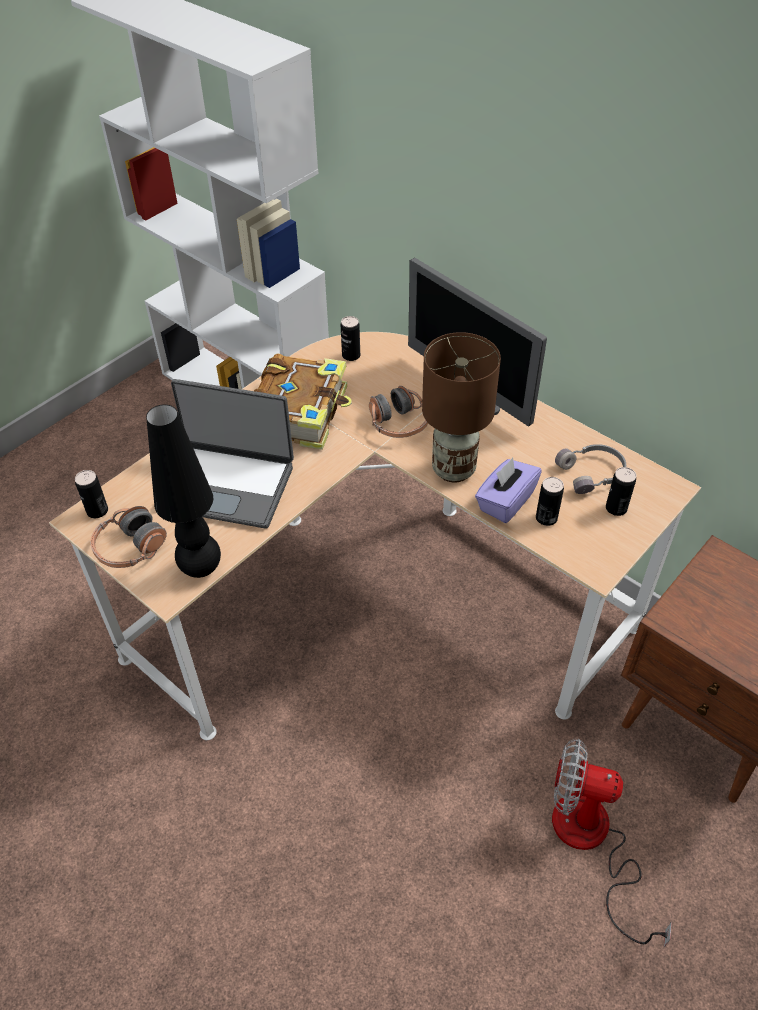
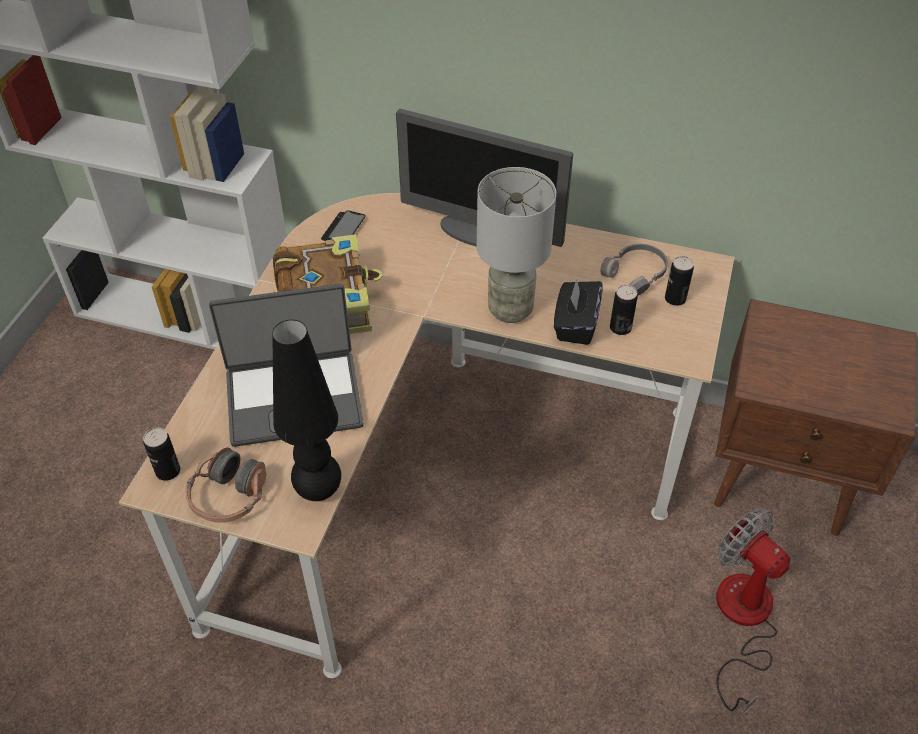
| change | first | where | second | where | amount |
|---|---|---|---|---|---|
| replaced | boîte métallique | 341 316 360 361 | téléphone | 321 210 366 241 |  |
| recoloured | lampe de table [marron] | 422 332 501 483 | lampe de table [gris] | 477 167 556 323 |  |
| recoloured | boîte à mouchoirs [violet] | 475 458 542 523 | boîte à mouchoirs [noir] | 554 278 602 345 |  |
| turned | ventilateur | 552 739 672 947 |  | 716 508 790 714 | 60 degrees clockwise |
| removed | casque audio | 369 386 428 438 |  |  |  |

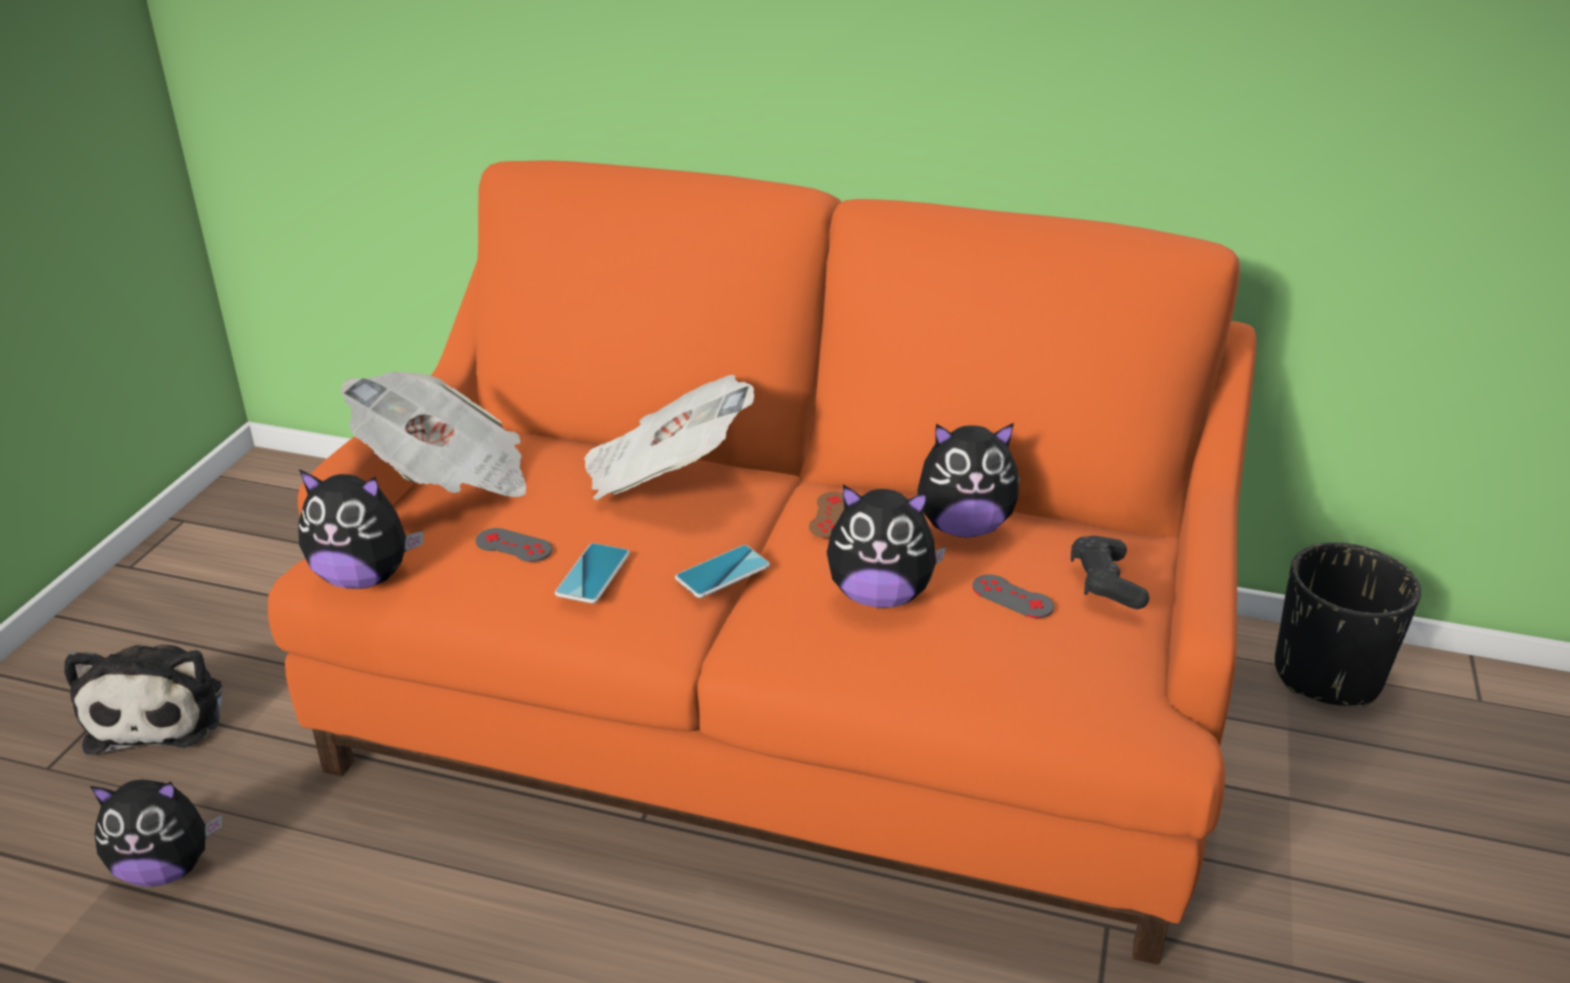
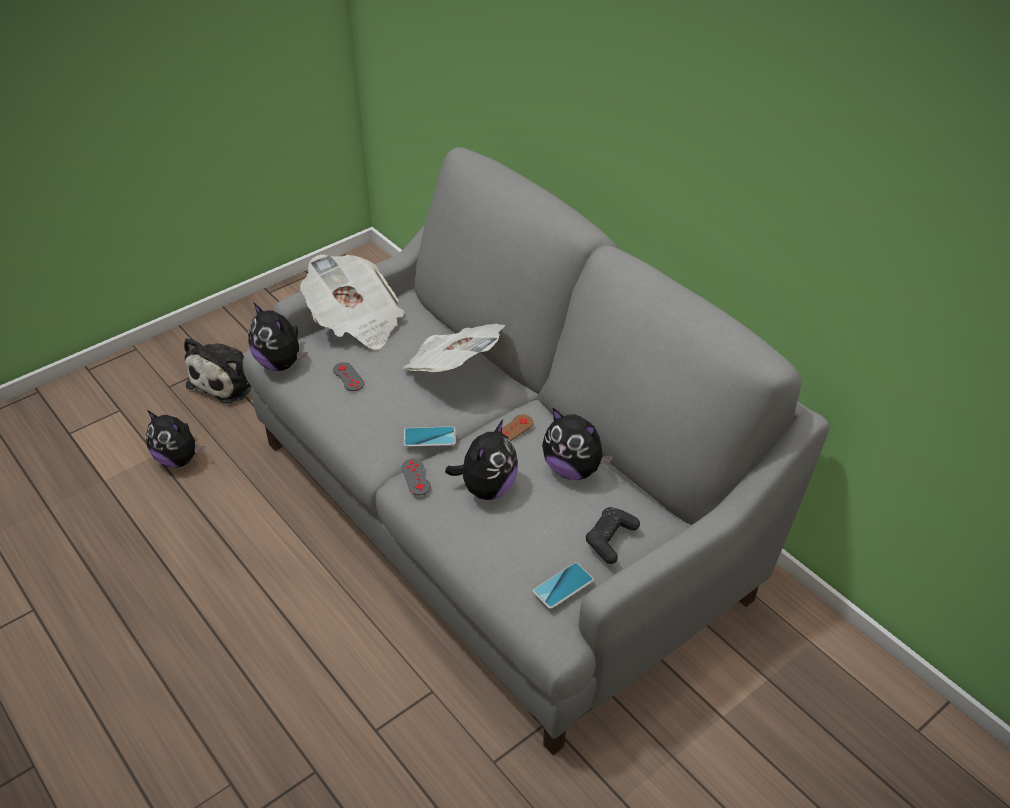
| change | first | where | second | where | amount |
|---|---|---|---|---|---|
| recoloured | canapé [orange] | 268 160 1257 965 | canapé [gris] | 243 147 829 755 |  |
| moved | manette [gris] | 972 574 1054 618 |  | 402 459 431 495 |  |
| turned | peluche | 827 485 947 608 |  | 445 420 518 500 | 105 degrees counterclockwise |
| moved | téléphone | 555 543 630 603 |  | 533 562 594 609 |  |
| removed | cache-pot [noir] | 1275 542 1421 706 |  |  |  |

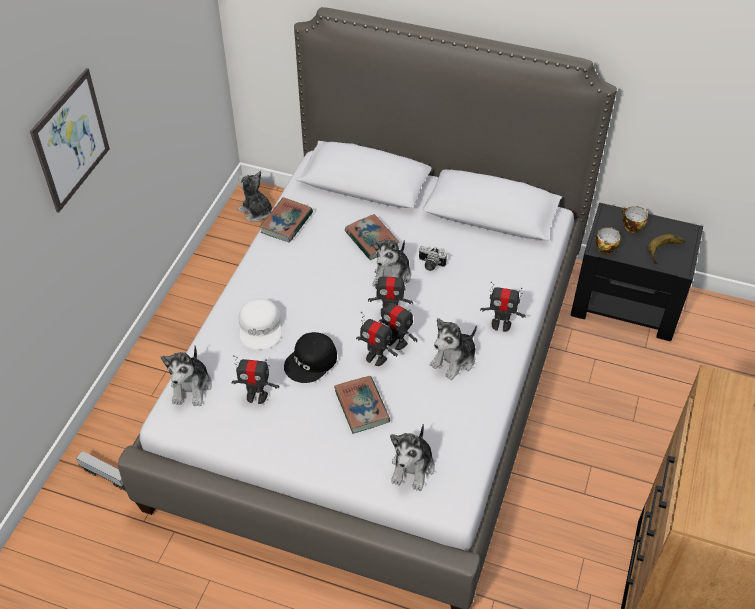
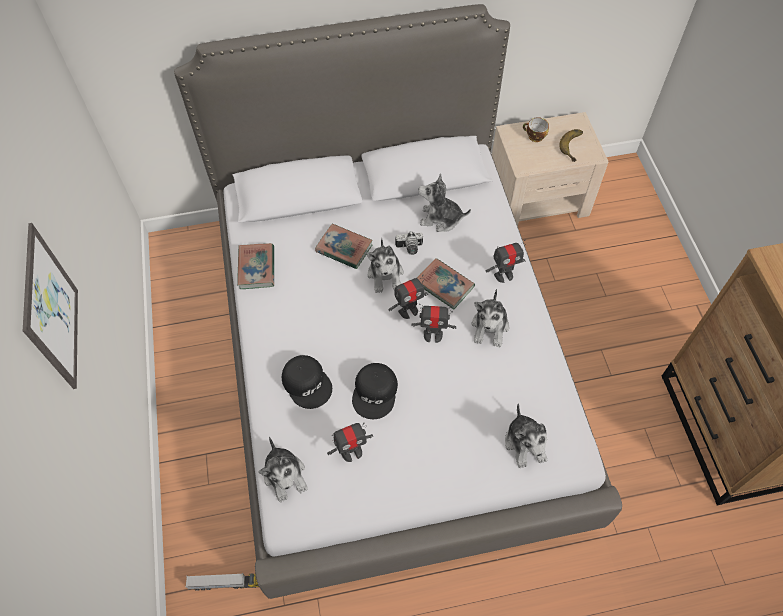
| change | first | where | second | where | amount |
|---|---|---|---|---|---|
| recoloured | casquette [blanc] | 239 299 281 349 | casquette [noir] | 282 355 332 409 |  |
| moved | livre | 334 376 390 434 |  | 417 258 475 309 |  |
| moved | peluche | 238 171 272 222 |  | 418 174 471 232 |  |
| recoloured | table de chevet [noir] | 571 203 703 341 | table de chevet [beige] | 492 112 608 226 |  |
| removed | robot jouet | 356 312 398 366 |  |  |  |
| removed | tasse | 595 227 621 255 |  |  |  |

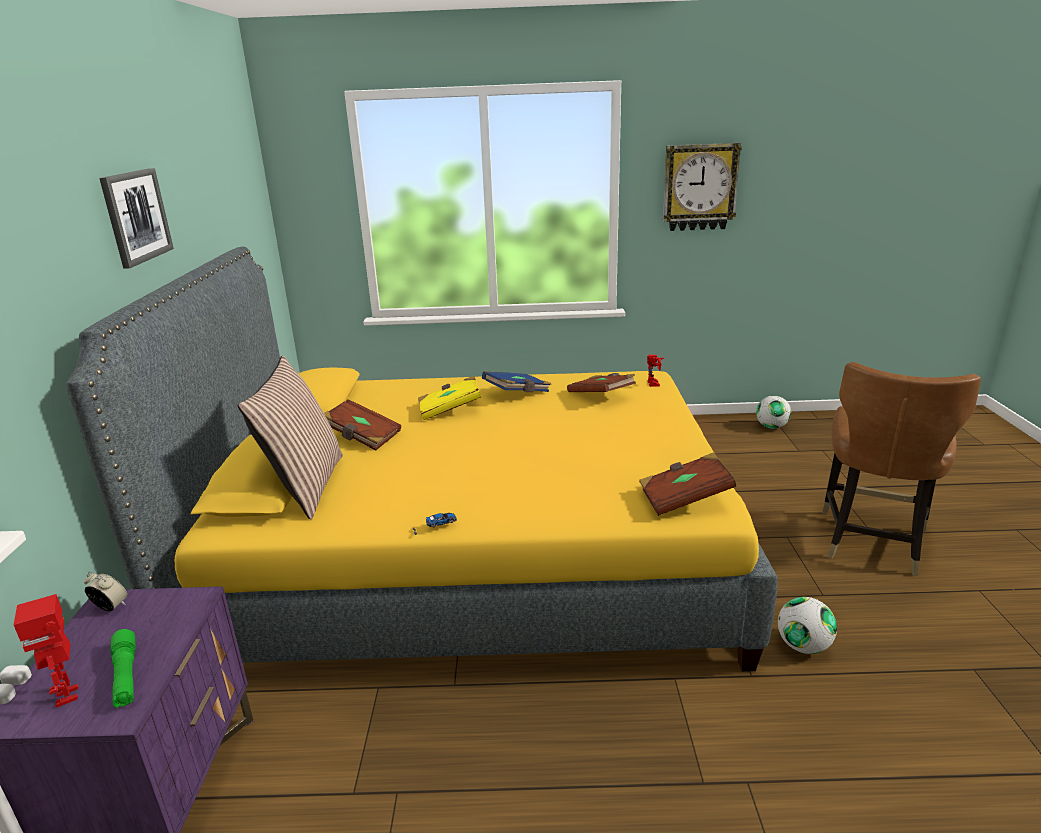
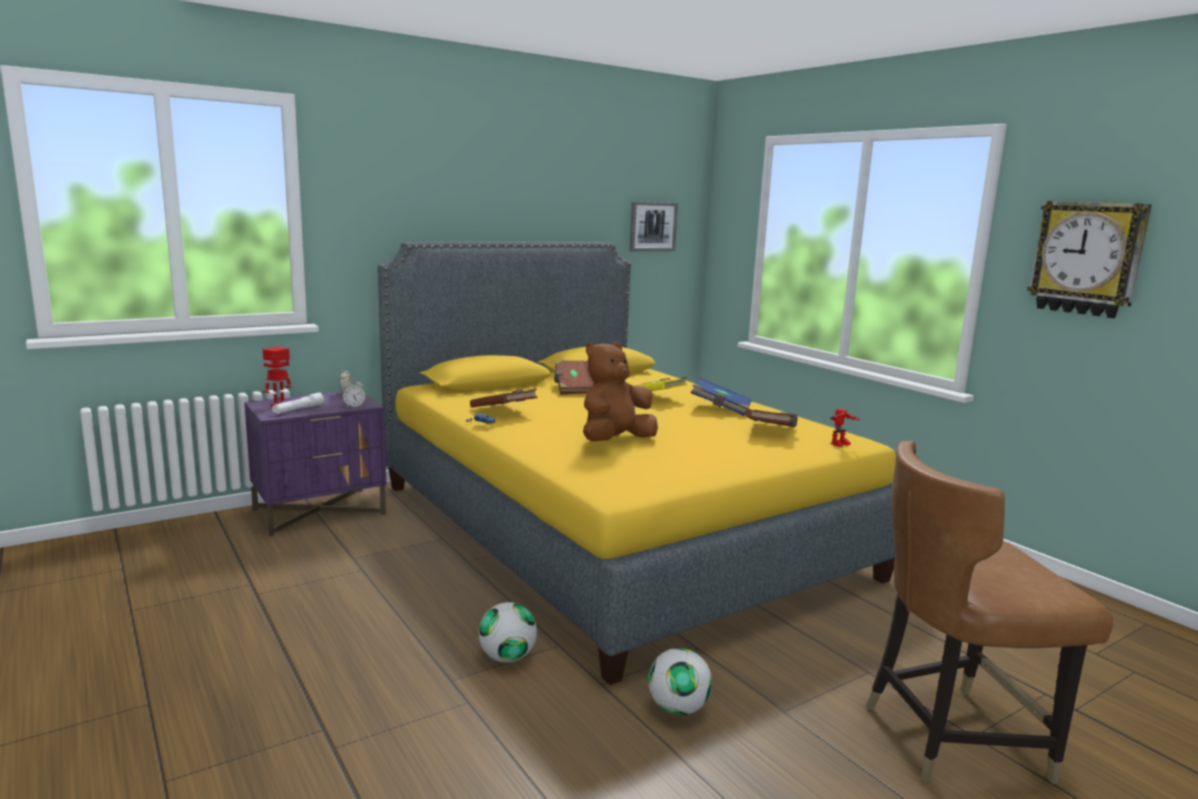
| change | first | where | second | where | amount |
|---|---|---|---|---|---|
| recoloured | lampe de poche [vert] | 111 629 136 708 | lampe de poche [blanc] | 272 393 324 414 |  |
| added |  |  | réveil | 342 378 366 407 |  |
| moved | livre [marron] | 639 452 736 516 |  | 470 388 537 407 |  |
| moved | ballon de foot | 756 396 791 429 |  | 479 602 537 663 |  |
| added |  |  | peluche [marron] | 583 342 658 441 |  |
| moved | tableau | 99 168 174 269 |  | 630 201 678 251 |  |
| removed | coussin | 238 355 343 520 |  |  |  |

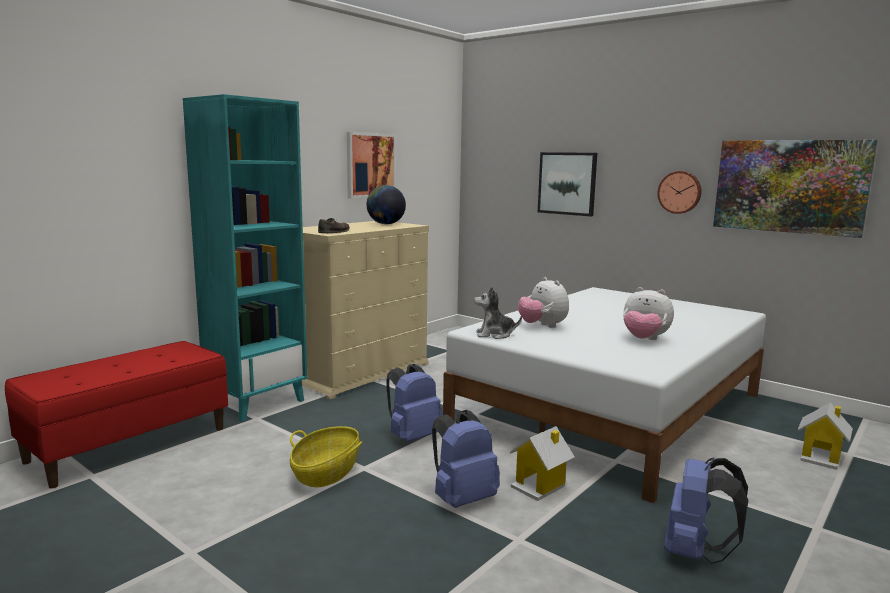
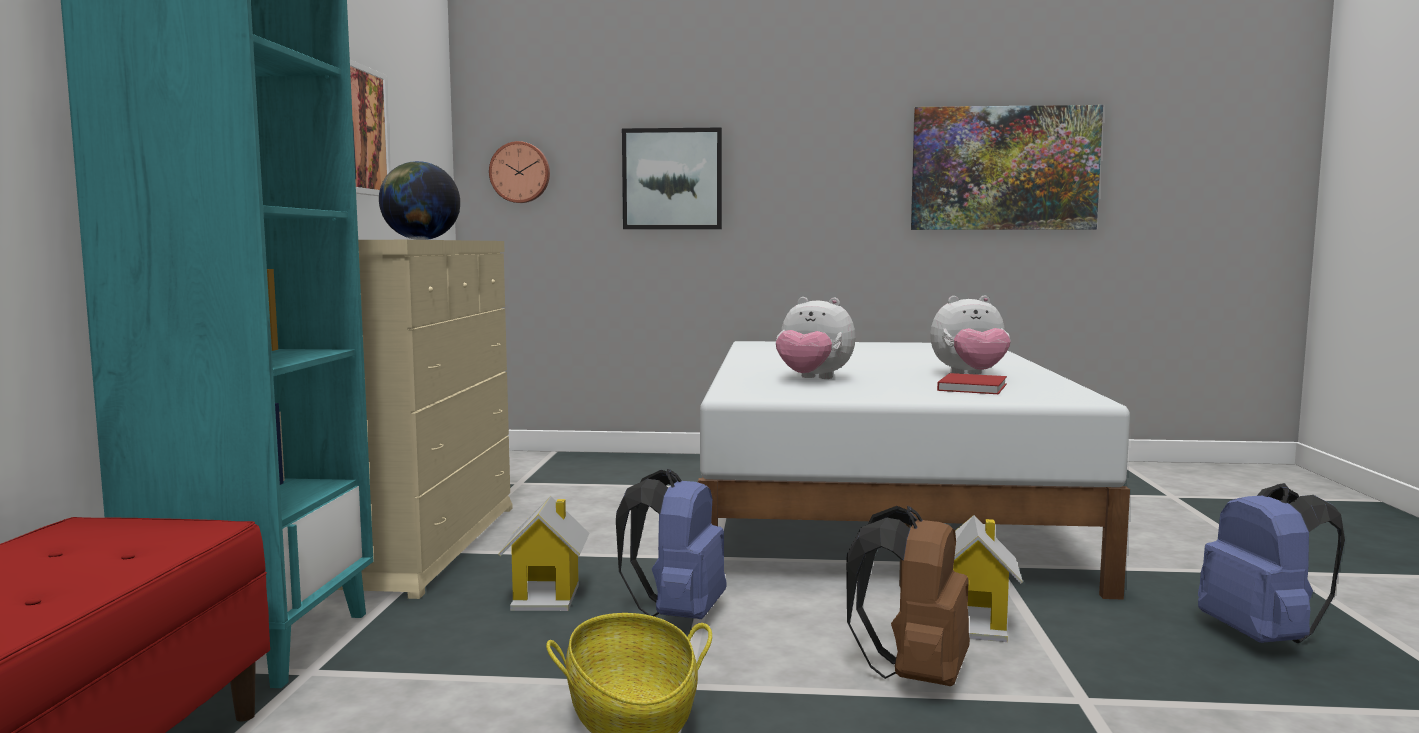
| change | first | where | second | where | amount |
|---|---|---|---|---|---|
| moved | horloge murale | 657 171 702 214 |  | 489 141 550 203 |  |
| moved | maison miniature | 798 403 853 470 |  | 499 496 590 611 |  |
| recoloured | sac à dos [bleu] | 432 410 500 508 | sac à dos [marron] | 846 506 970 686 |  |
| added |  |  | livre [rouge] | 937 373 1007 394 |  |
| removed | chaussure [marron] | 318 218 350 233 |  |  |  |
| removed | peluche | 474 286 522 339 |  |  |  |

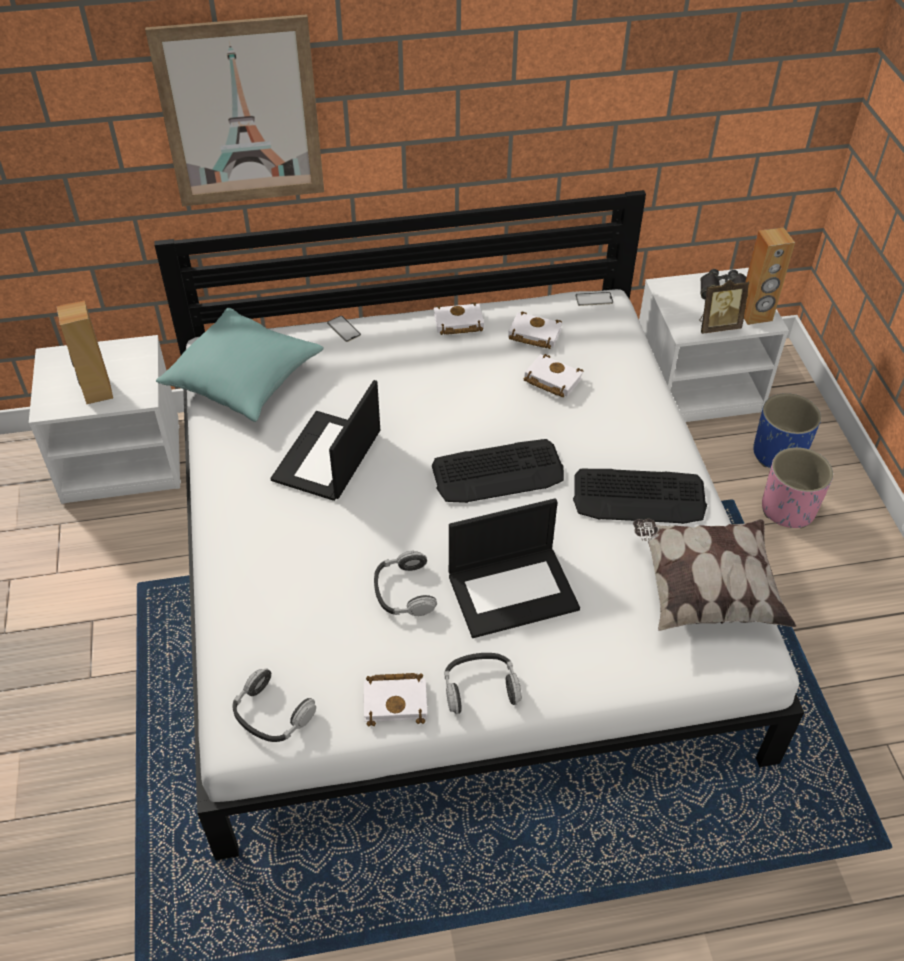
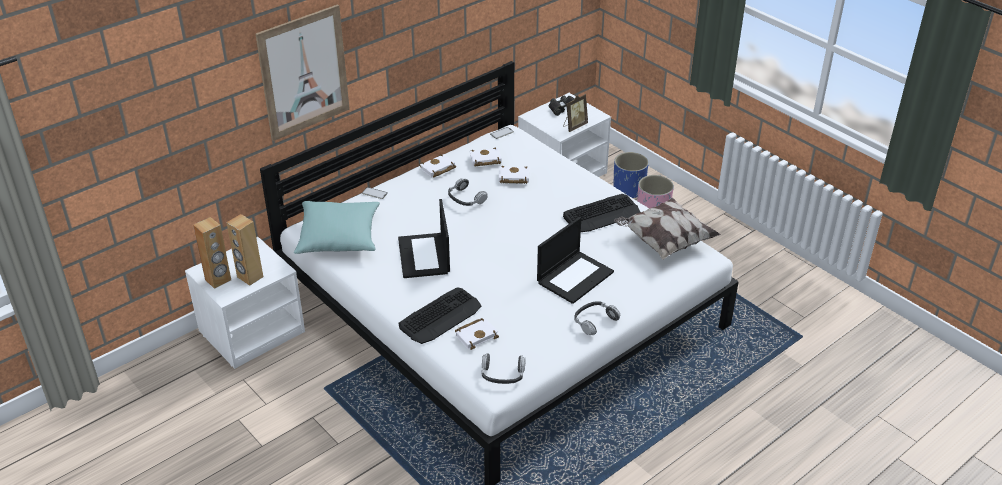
| change | first | where | second | where | amount |
|---|---|---|---|---|---|
| moved | enceinte [marron] | 744 227 795 325 |  | 193 217 231 289 |  |
| moved | clavier | 432 439 564 503 |  | 399 288 482 344 |  |
| moved | casque audio | 374 550 437 616 |  | 448 178 488 206 |  |
| moved | livre [blanc] | 364 673 427 726 |  | 455 318 499 350 |  |

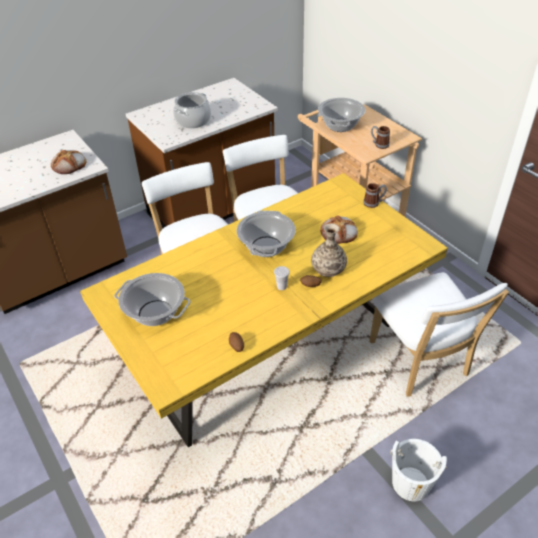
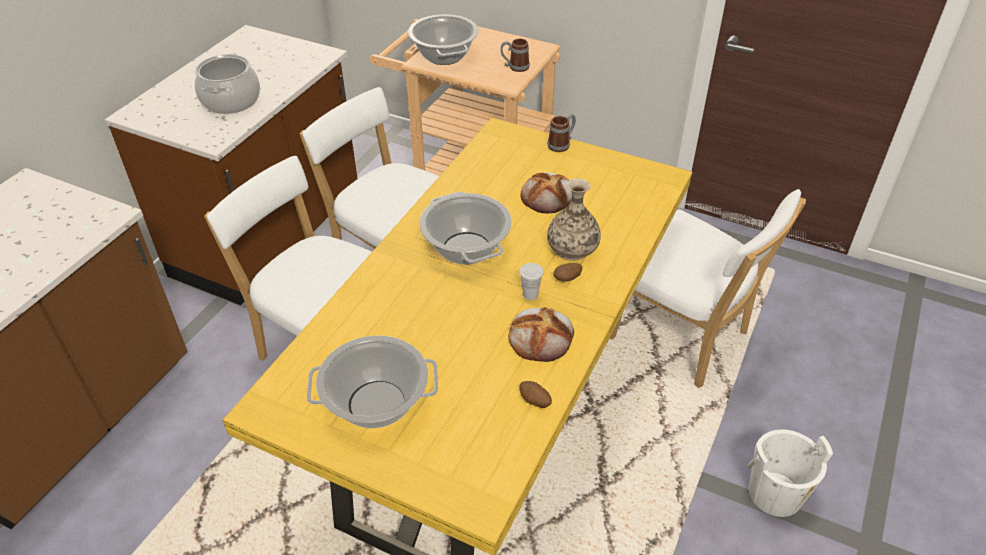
| change | first | where | second | where | amount |
|---|---|---|---|---|---|
| moved | pain | 51 150 86 174 |  | 508 307 574 362 |  |

